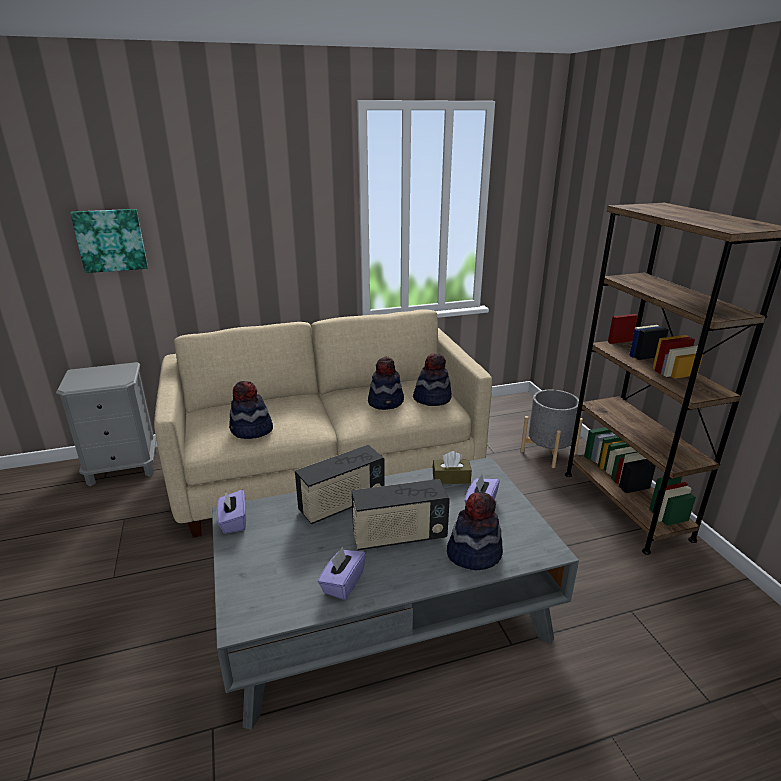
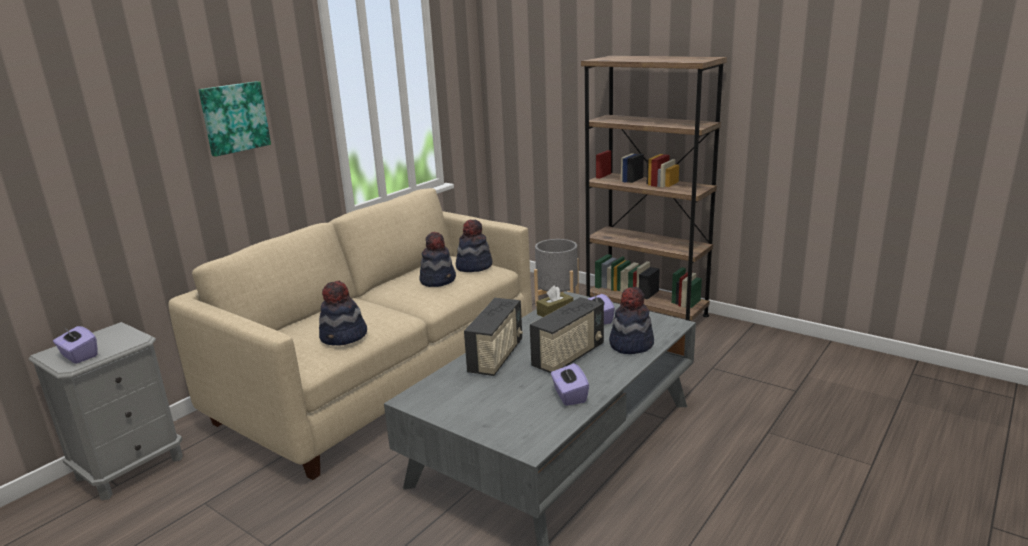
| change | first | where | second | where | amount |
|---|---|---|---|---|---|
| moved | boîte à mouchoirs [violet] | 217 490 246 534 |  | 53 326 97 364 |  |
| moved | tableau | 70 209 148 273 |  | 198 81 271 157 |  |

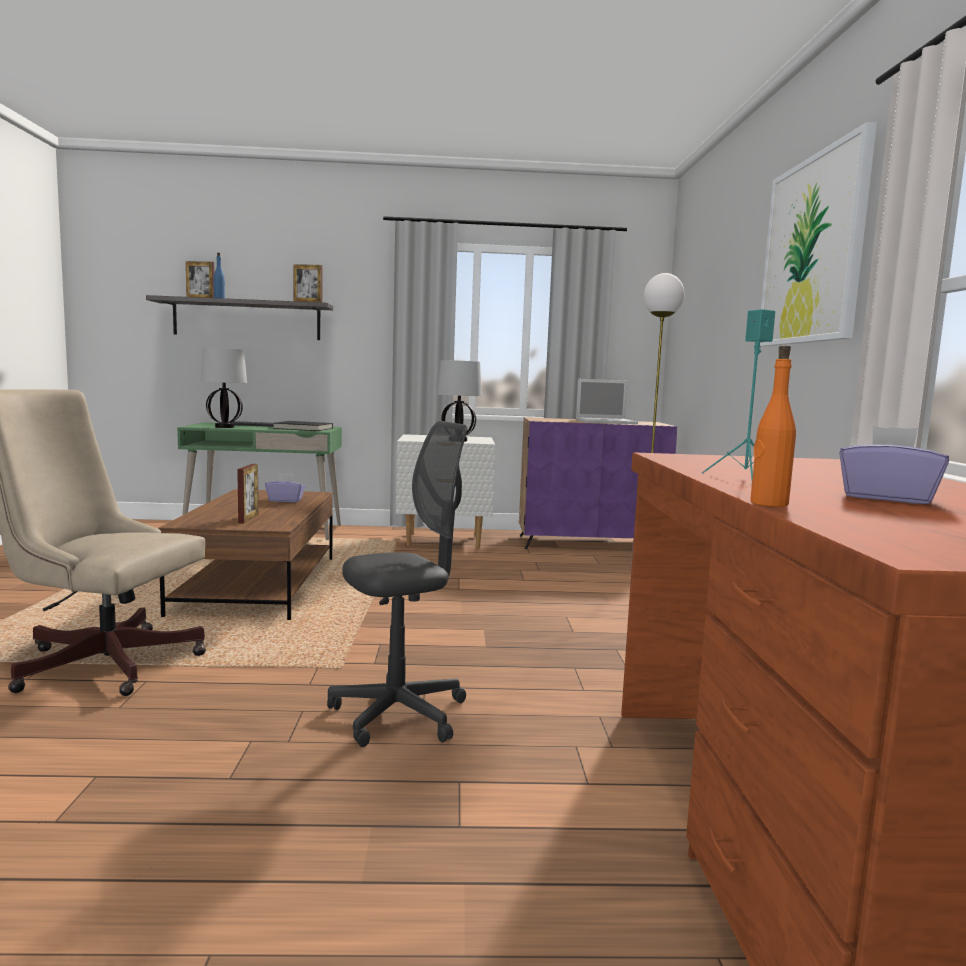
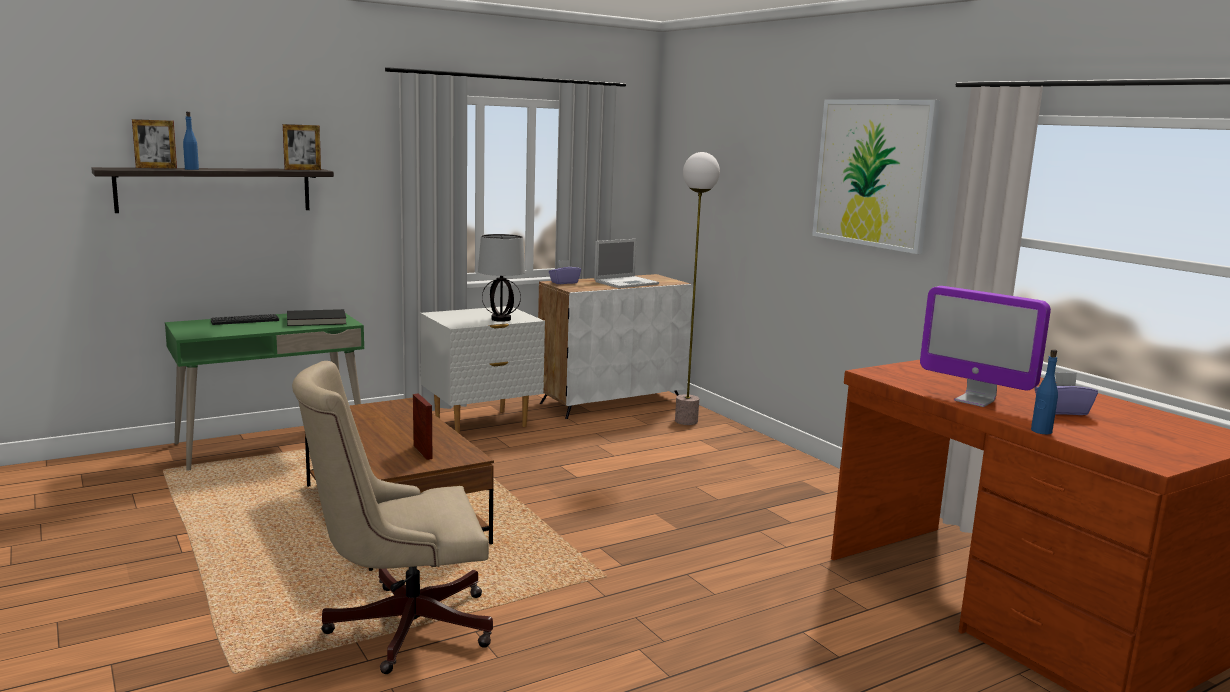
| change | first | where | second | where | amount |
|---|---|---|---|---|---|
| recoloured | meuble de rangement [violet] | 519 417 677 549 | meuble de rangement [blanc] | 538 274 693 419 |  |
| moved | boîte à mouchoirs [violet] | 265 473 305 502 |  | 549 260 581 284 |  |
| replaced | enceinte [turquoise] | 702 309 775 485 | écran d'ordinateur | 920 286 1051 407 |  |
| recoloured | bouteille [orange] | 750 345 796 507 | bouteille [bleu] | 1031 349 1058 434 |  |
| removed | lampe de table | 200 348 247 428 |  |  |  |
| removed | chaise de bureau [gris] | 327 421 468 747 |  |  |  |

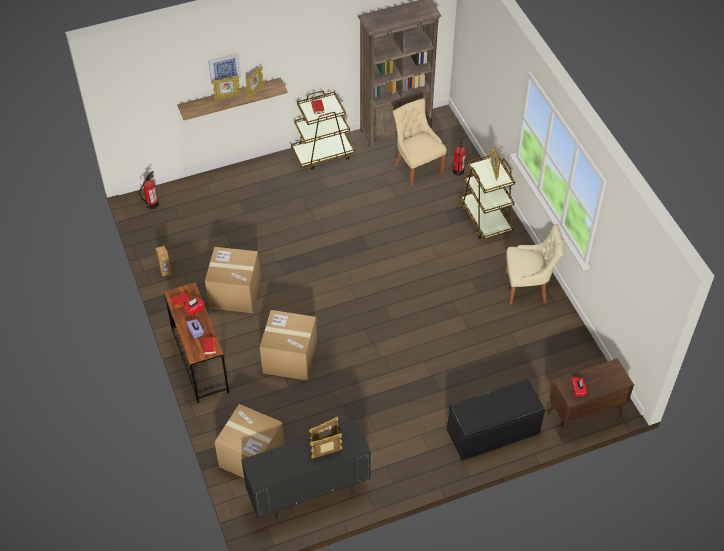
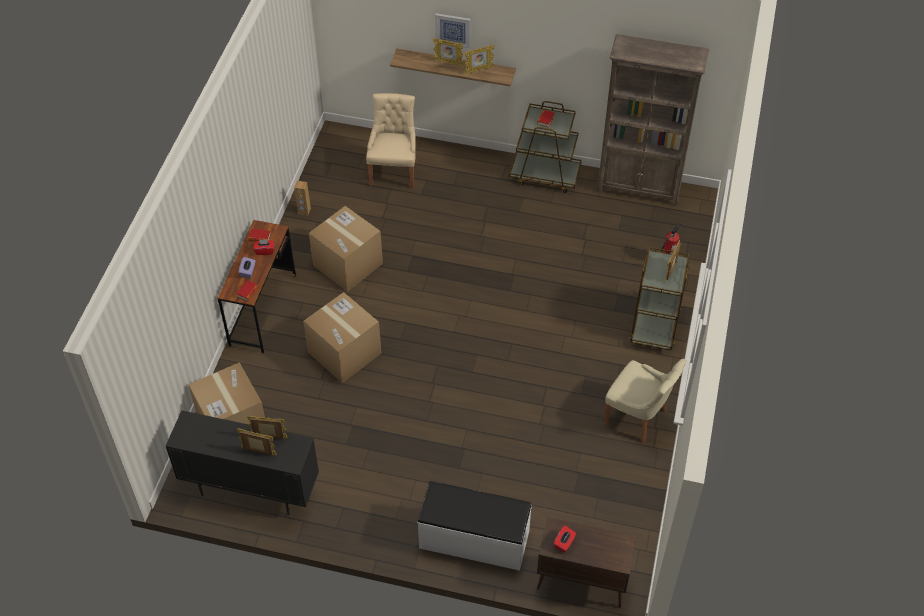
| change | first | where | second | where | amount |
|---|---|---|---|---|---|
| moved | chaise [beige] | 393 99 447 187 |  | 366 93 417 188 |  |
| recoloured | banc [noir] | 447 379 545 461 | banc [blanc] | 417 481 532 571 |  |
| removed | extincteur | 139 171 159 209 |  |  |  |

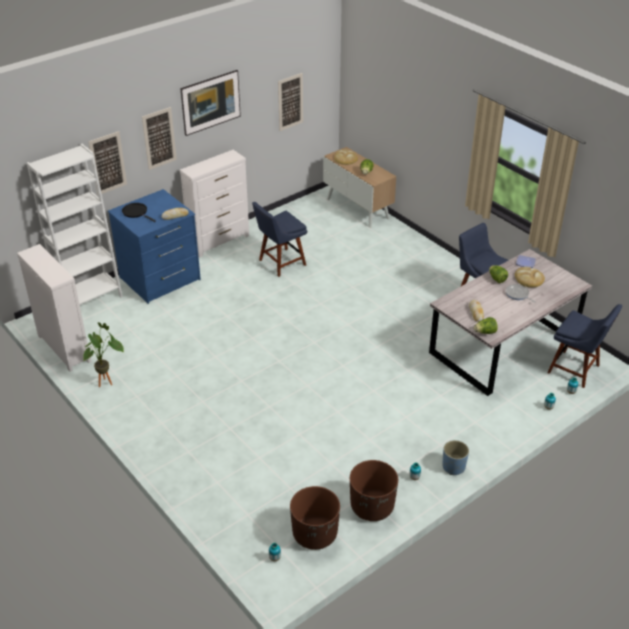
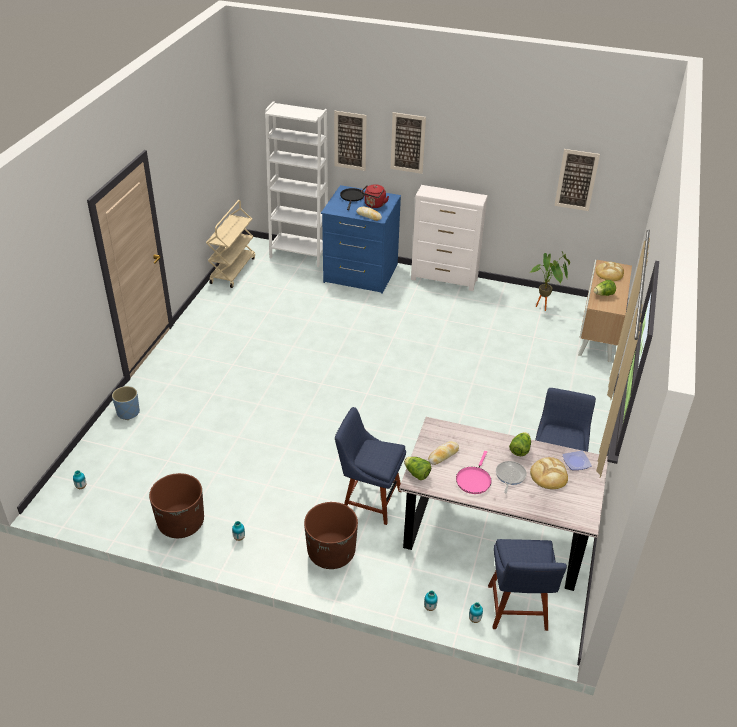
| change | first | where | second | where | amount |
|---|---|---|---|---|---|
| moved | cache-pot [bleu] | 442 440 469 475 |  | 112 386 140 420 |  |
| replaced | commode [blanc] | 17 244 91 372 | chariot [beige] | 206 200 255 288 |  |
| moved | cache-pot [marron] | 290 486 340 550 |  | 304 502 358 569 |  |
| moved | chaise [bleu] | 252 202 307 277 |  | 335 407 406 525 |  |
| added |  |  | bouilloire [rouge] | 361 185 389 208 |  |
| added |  |  | poêle [rose] | 456 451 492 494 |  |
| moved | plante en pot | 83 323 124 387 |  | 531 252 570 311 |  |
| removed | tableau | 180 70 241 136 |  |  |  |

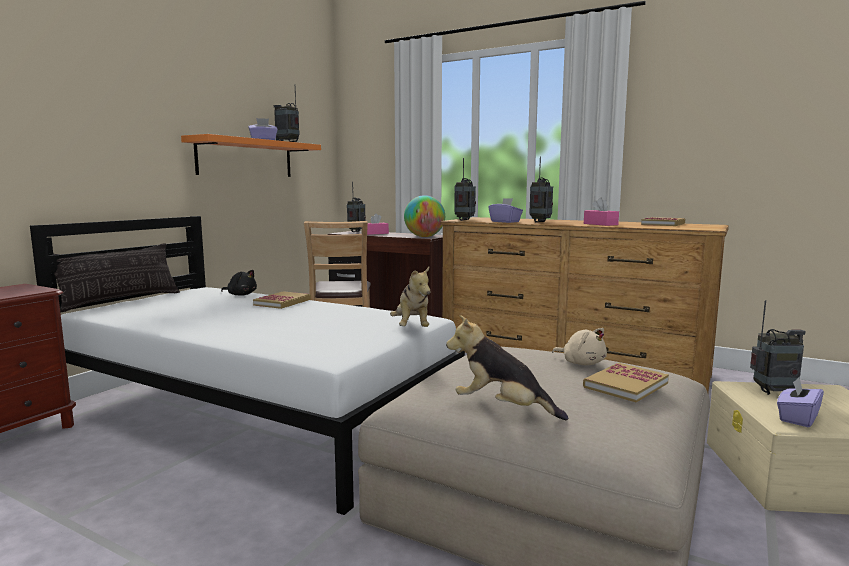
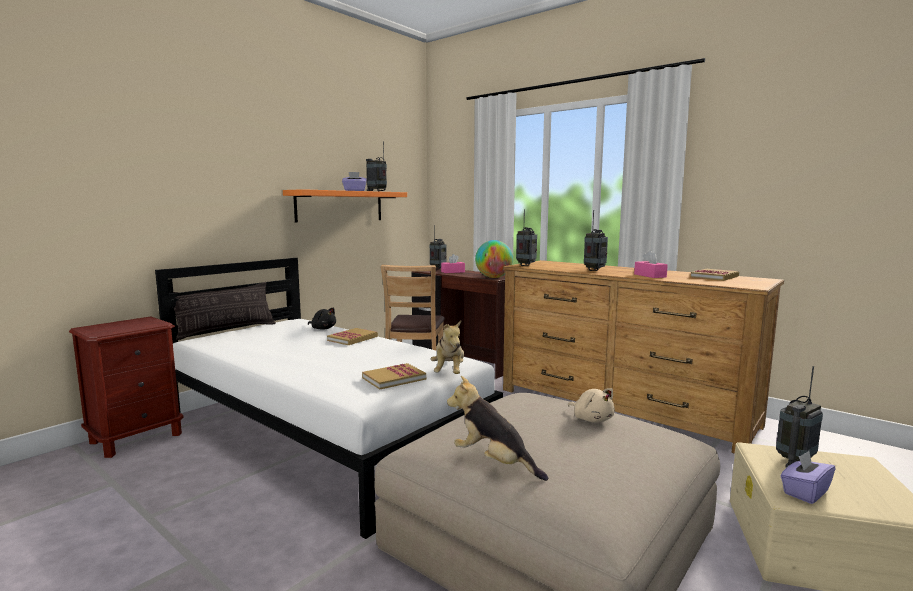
| change | first | where | second | where | amount |
|---|---|---|---|---|---|
| moved | livre | 583 363 669 402 |  | 362 363 426 389 |  |
| turned | radio | 750 300 806 395 |  | 776 366 823 468 | 135 degrees clockwise |
| removed | boîte à mouchoirs [violet] | 489 198 523 223 |  |  |  |

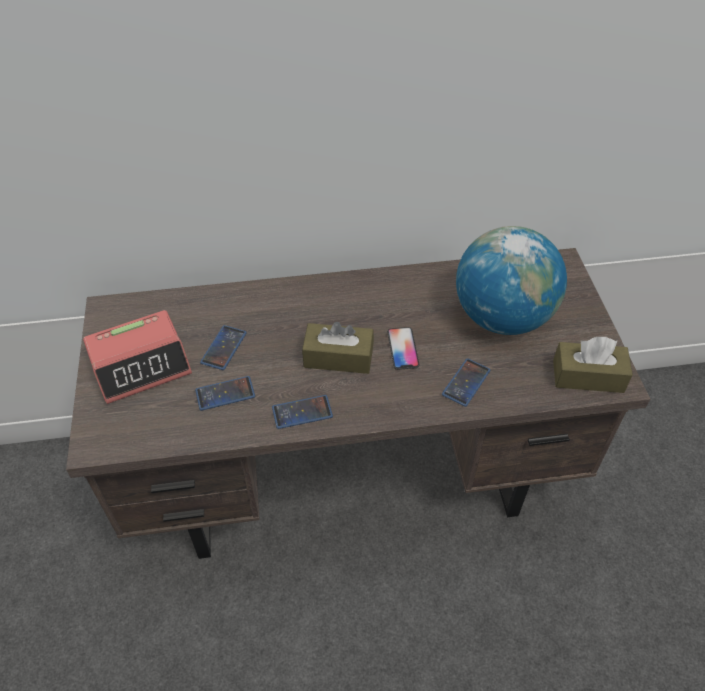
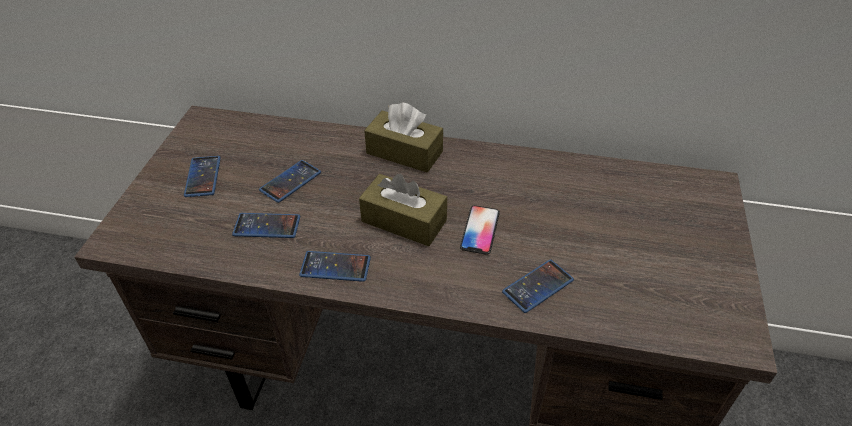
| change | first | where | second | where | amount |
|---|---|---|---|---|---|
| replaced | réveil | 83 310 192 404 | téléphone | 184 156 221 197 |  |
| moved | boîte à mouchoirs [marron] | 553 337 633 393 |  | 364 102 443 172 |  |
| removed | globe | 456 226 567 335 |  |  |  |

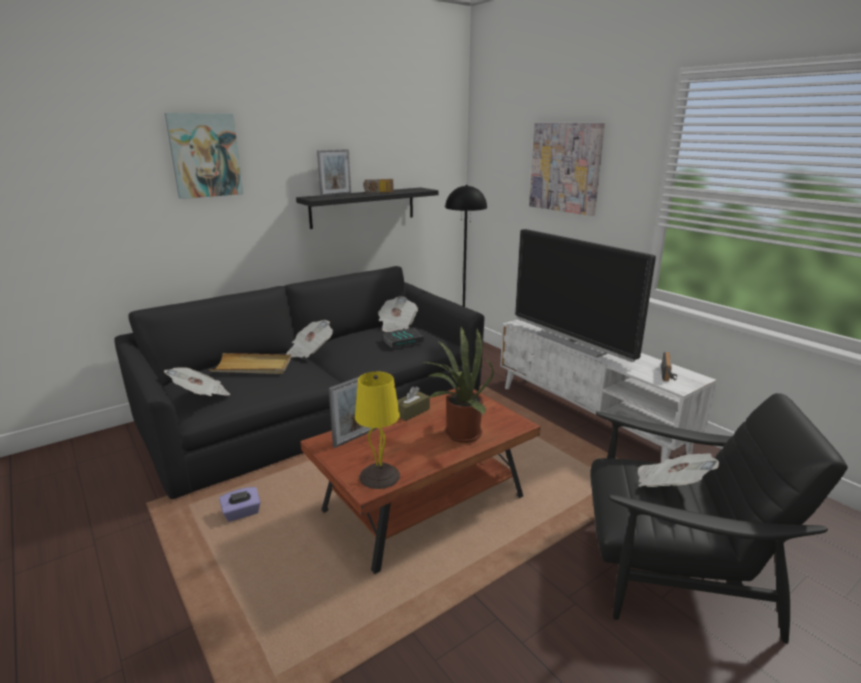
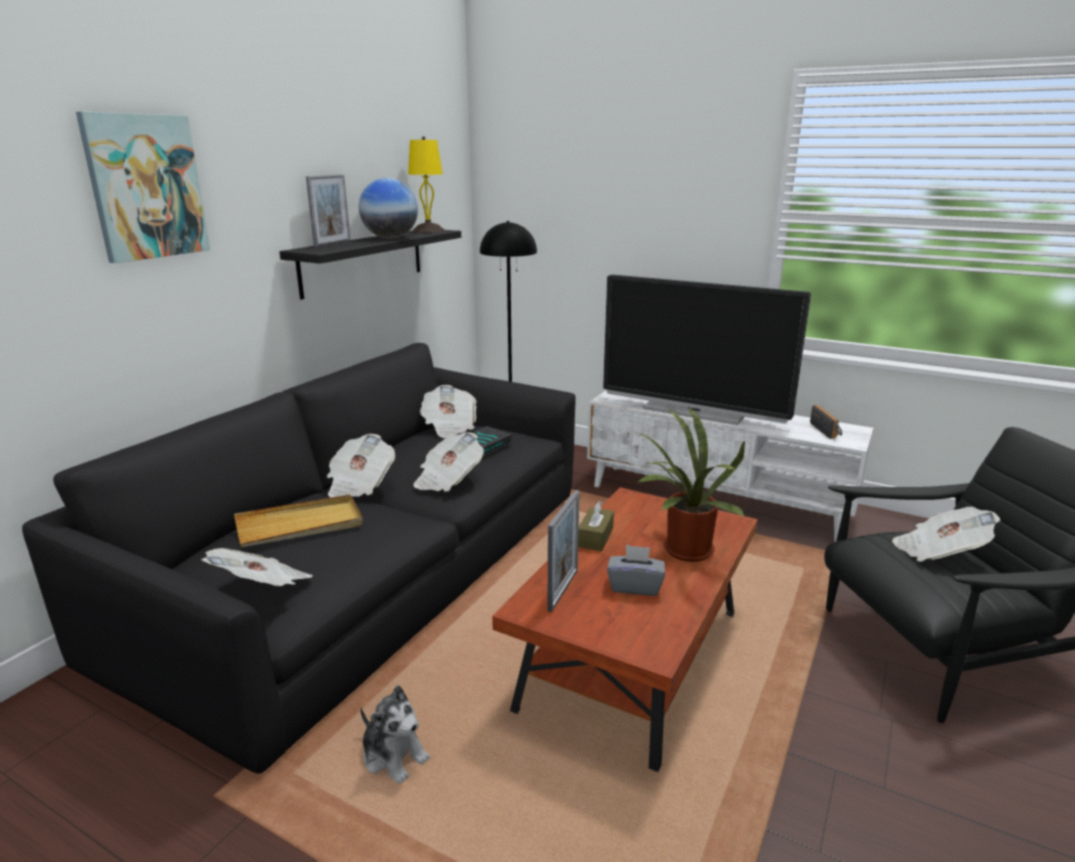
| change | first | where | second | where | amount |
|---|---|---|---|---|---|
| replaced | radio | 363 179 394 194 | globe | 359 178 418 239 |  |
| replaced | boîte à mouchoirs [violet] | 219 487 261 522 | peluche | 360 685 430 784 |  |
| moved | lampe de table [jaune] | 355 372 400 489 |  | 408 136 445 233 |  |
| added |  |  | journal | 413 432 484 492 |  |
| added |  |  | boîte à mouchoirs [gris] | 607 545 665 596 |  |
| removed | tableau | 529 123 605 216 |  |  |  |

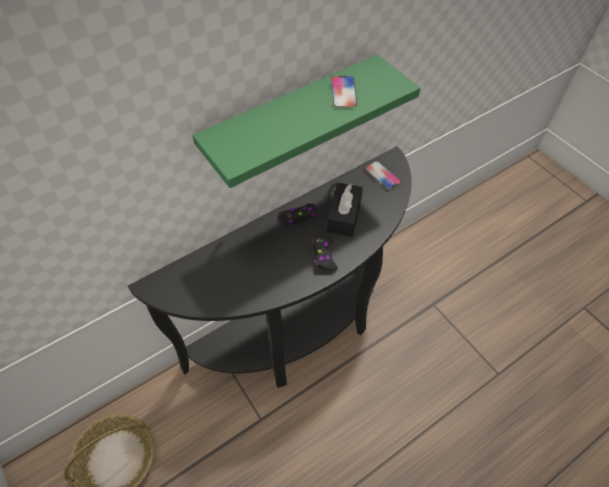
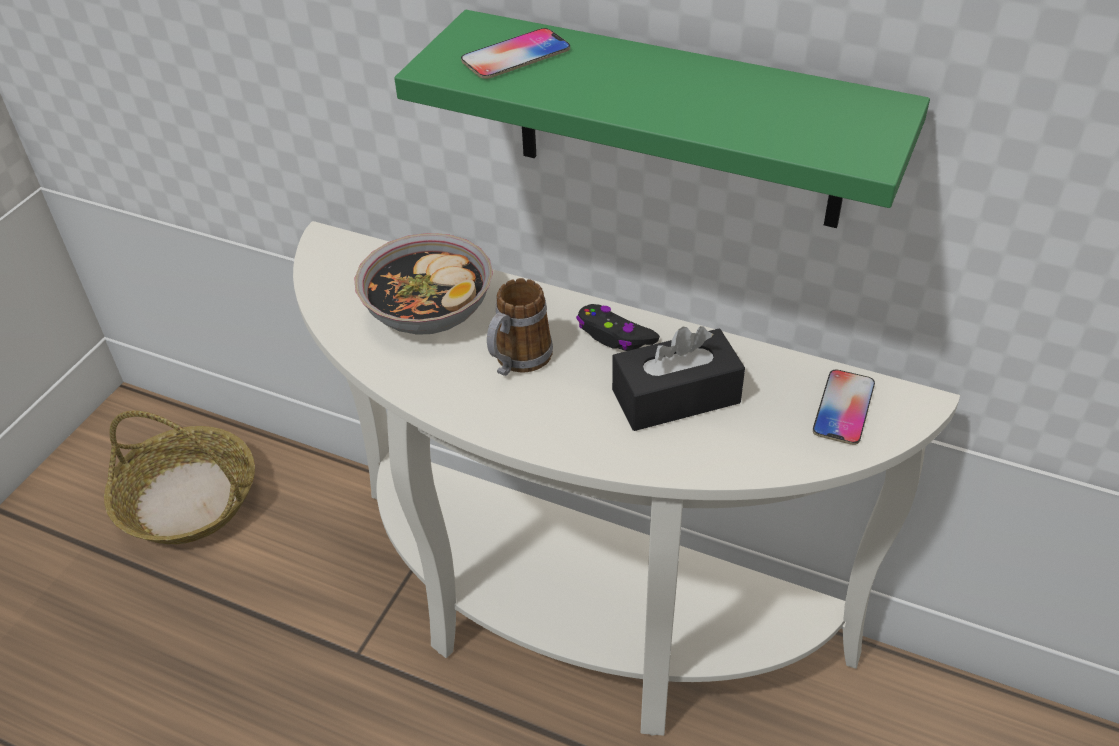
| change | first | where | second | where | amount |
|---|---|---|---|---|---|
| recoloured | table console [noir] | 128 146 412 388 | table console [blanc] | 293 221 960 736 |  |
| added |  |  | bol | 354 233 493 335 |  |
| moved | téléphone | 331 76 357 108 |  | 461 28 570 79 |  |
| added |  |  | mug | 487 278 553 376 |  |
| removed | manette [noir] | 313 237 338 272 |  |  |  |

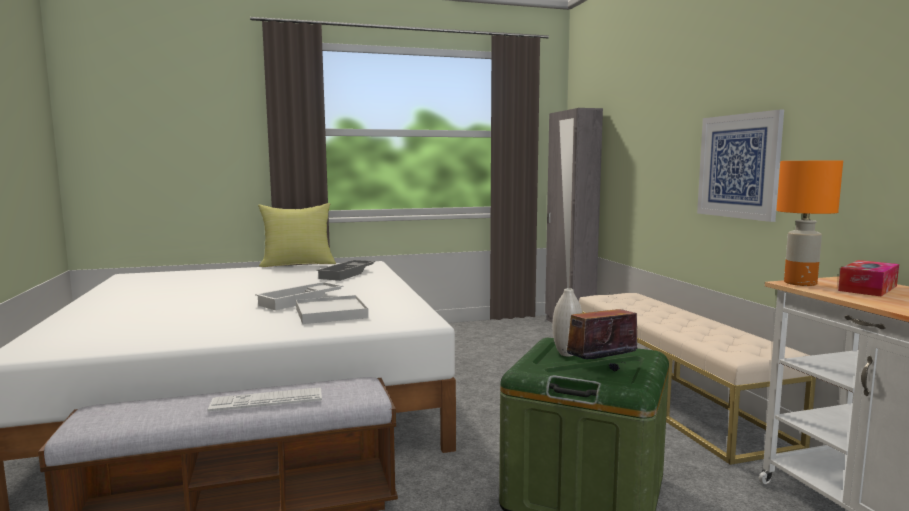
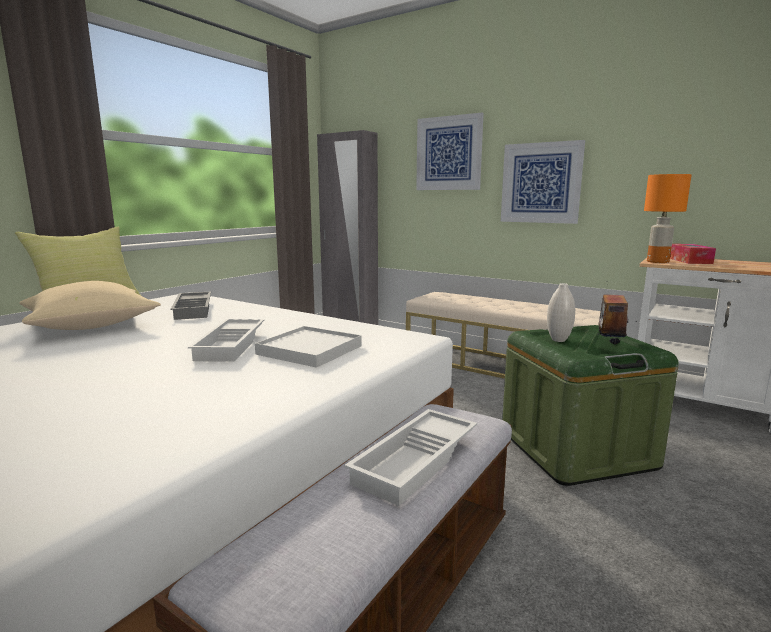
| change | first | where | second | where | amount |
|---|---|---|---|---|---|
| added |  |  | coussin [beige] | 19 281 160 330 |  |
| replaced | clavier | 207 388 322 412 | plateau [blanc] | 345 409 477 506 |  |
| added |  |  | tableau | 416 113 484 190 |  |

